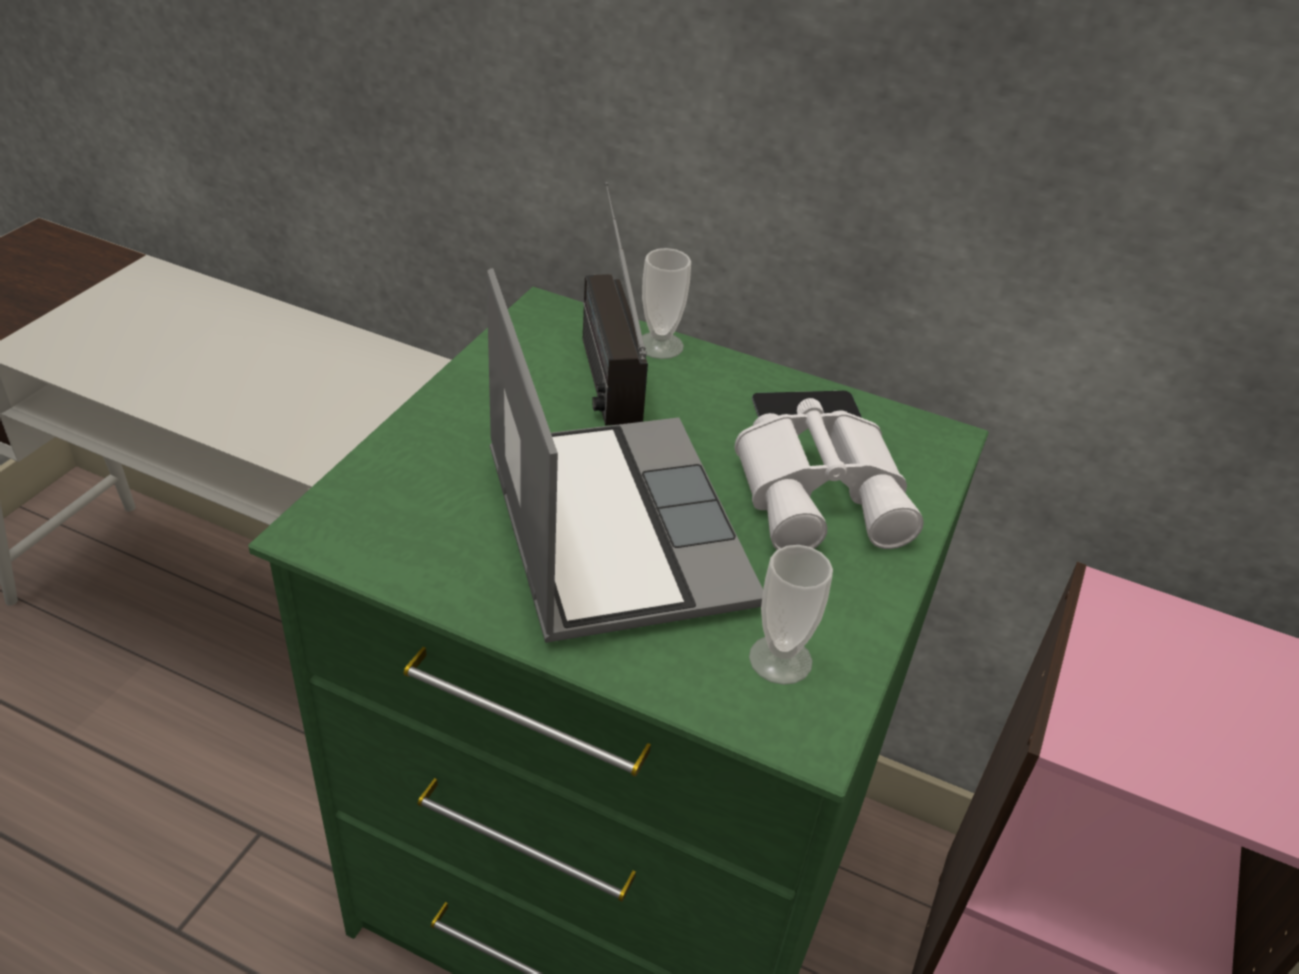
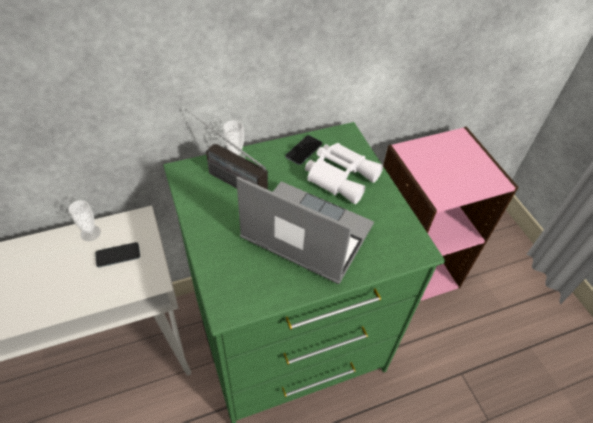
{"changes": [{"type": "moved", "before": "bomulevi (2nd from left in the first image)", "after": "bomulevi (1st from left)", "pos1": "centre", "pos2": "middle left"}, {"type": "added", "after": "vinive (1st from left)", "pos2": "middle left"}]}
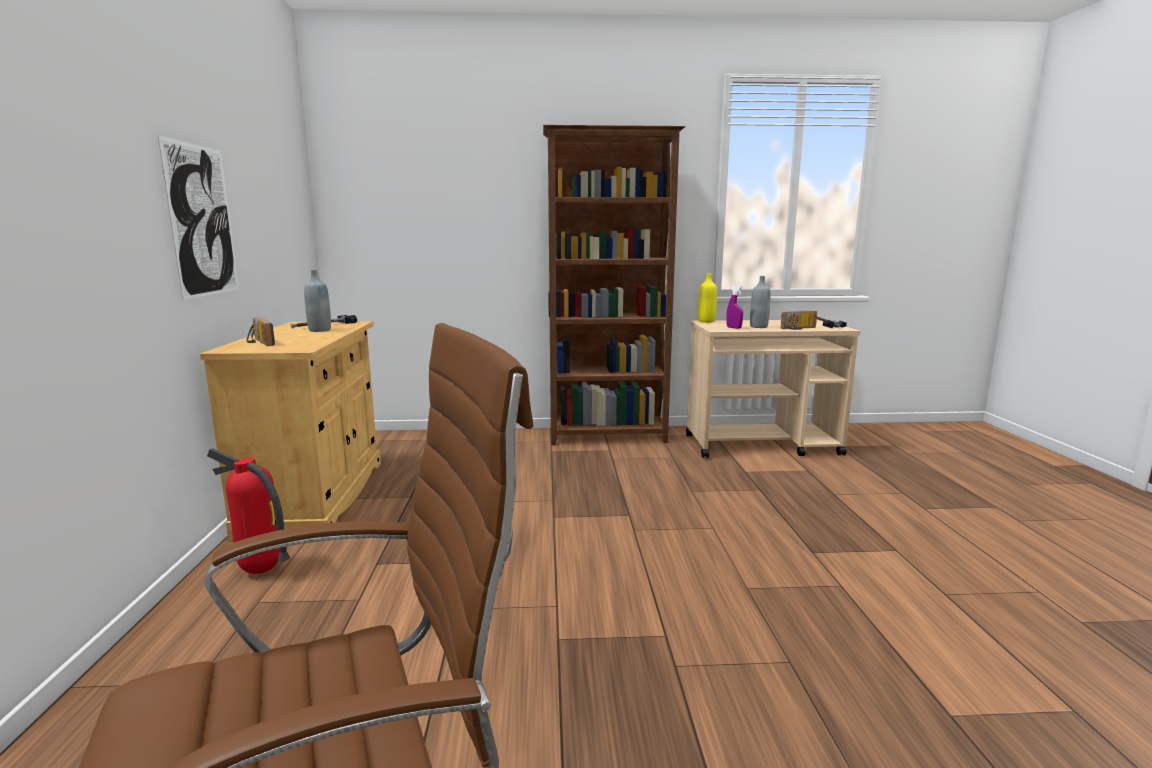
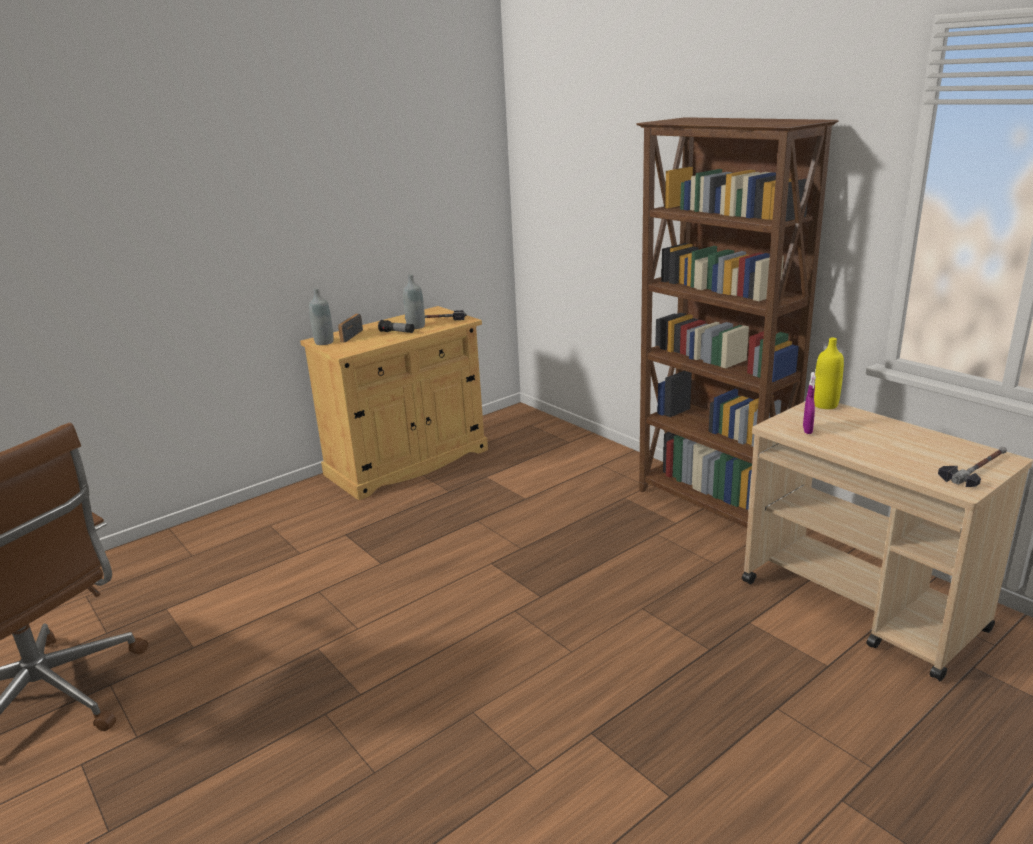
{"changes": [{"type": "removed", "before": "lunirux", "pos1": "top left"}, {"type": "removed", "before": "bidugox", "pos1": "middle left"}, {"type": "moved", "before": "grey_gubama (2nd from left in the first image)", "after": "grey_gubama (1st from left)", "pos1": "centre", "pos2": "middle left"}, {"type": "removed", "before": "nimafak (2nd from left)", "pos1": "middle right"}, {"type": "added", "after": "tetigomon", "pos2": "centre"}]}
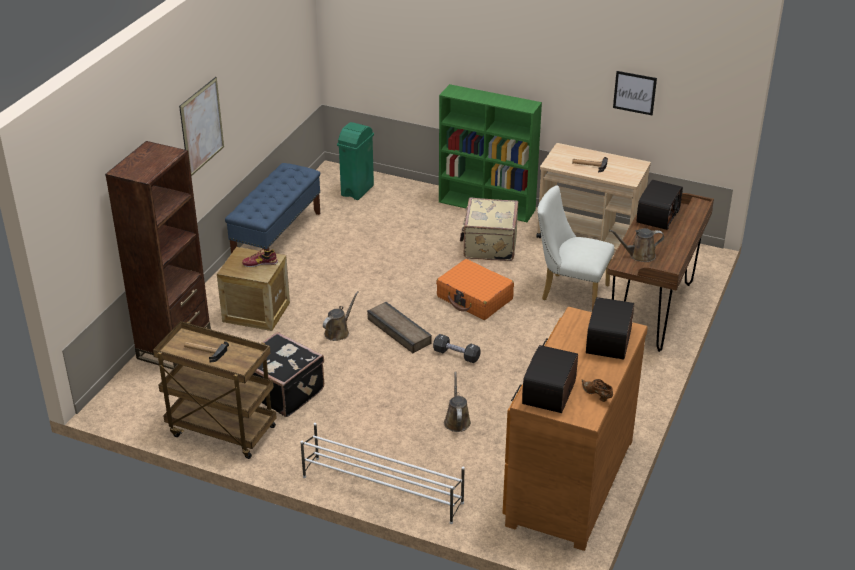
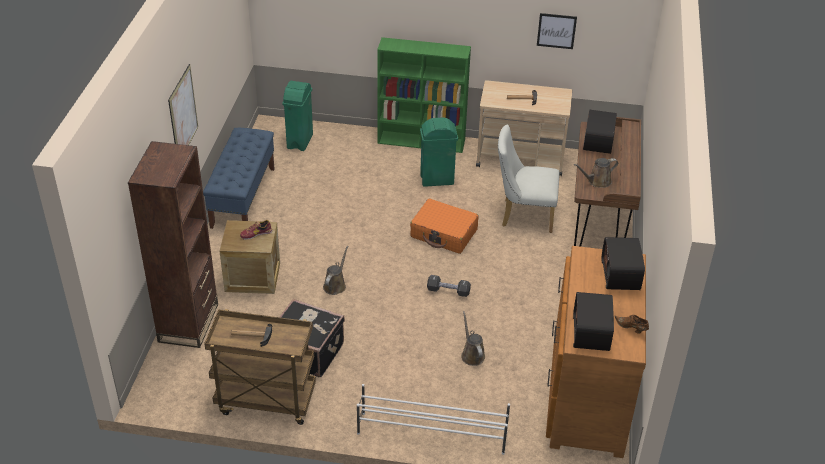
{"changes": [{"type": "removed", "before": "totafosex (2nd from left)", "pos1": "centre"}, {"type": "replaced", "before": "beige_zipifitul", "after": "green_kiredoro (2nd from left)", "pos1": "centre", "pos2": "top centre"}]}
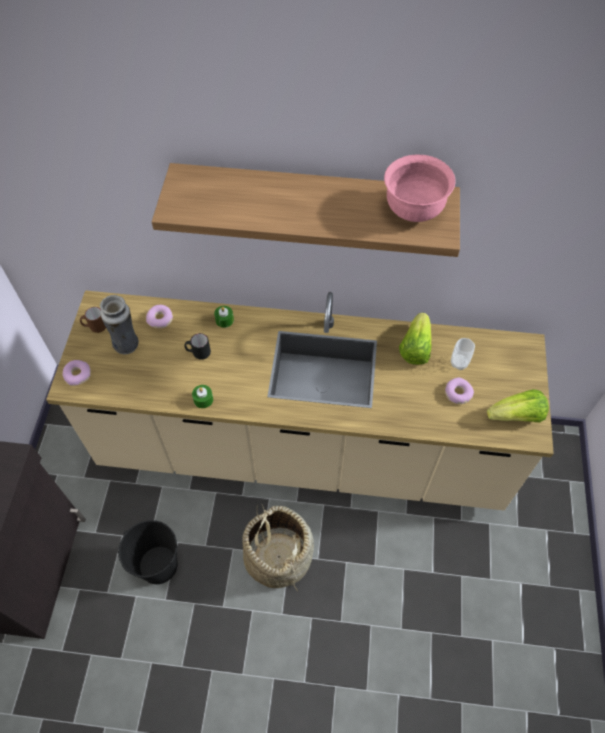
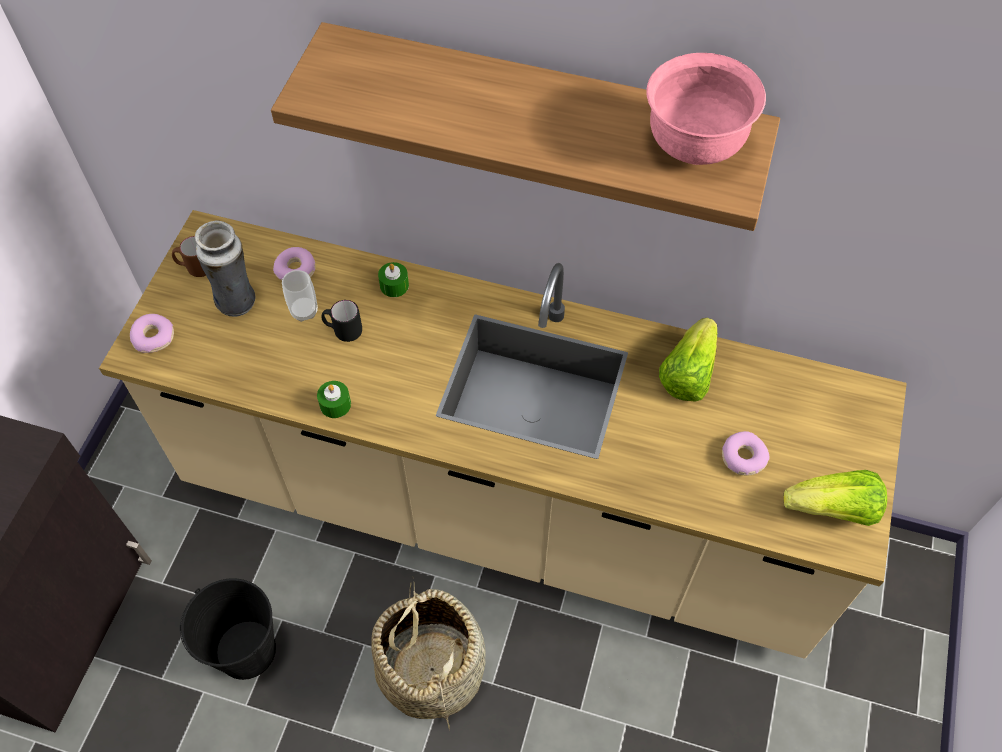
{"changes": [{"type": "moved", "before": "bomulevi", "pos1": "middle right", "pos2": "middle left"}]}
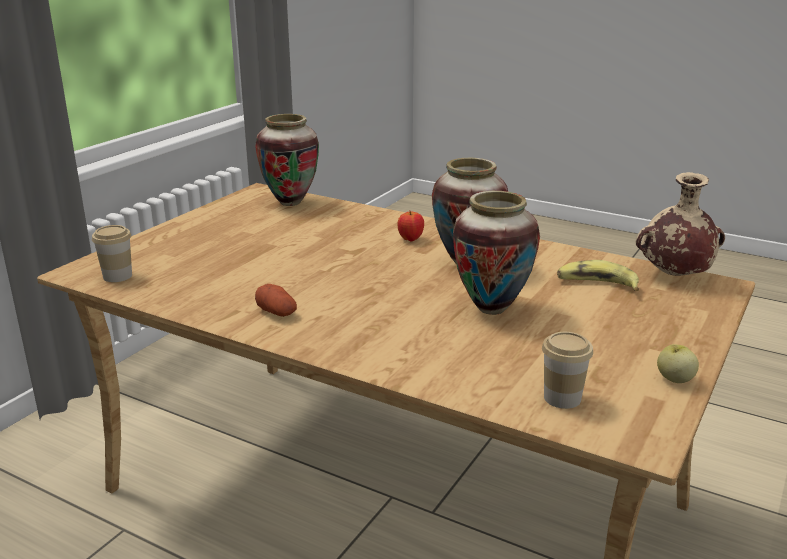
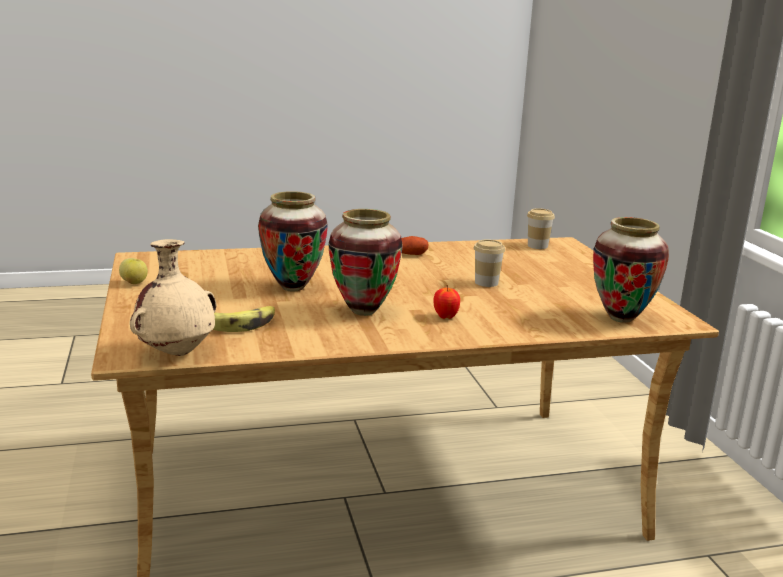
{"changes": [{"type": "moved", "before": "bomulevi (2nd from left in the first image)", "after": "bomulevi (1st from left)", "pos1": "middle right", "pos2": "centre"}]}
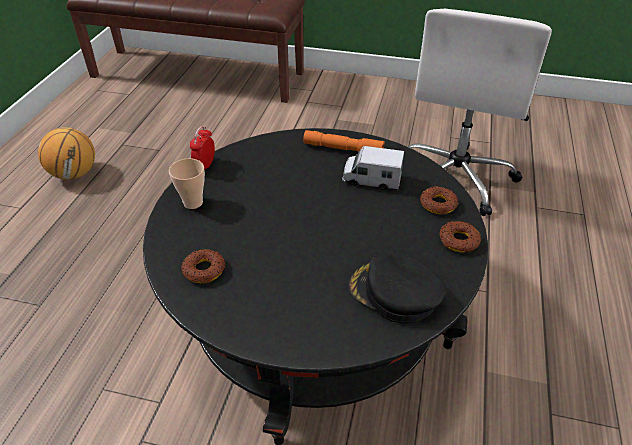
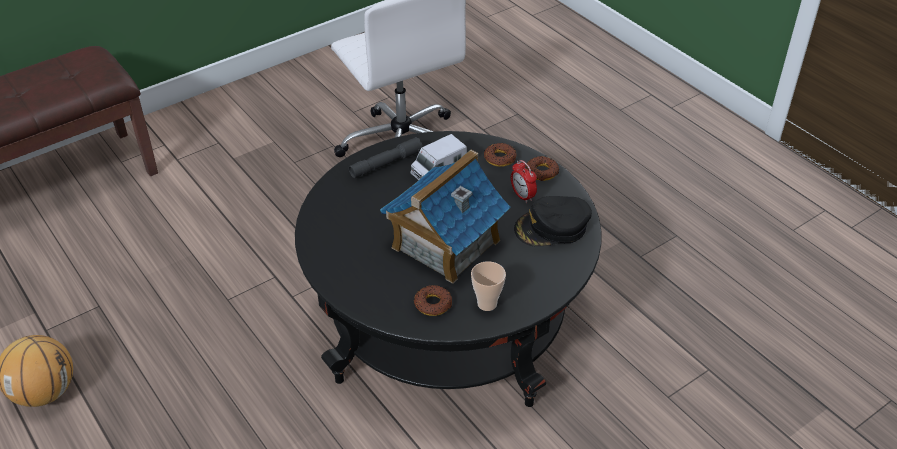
{"changes": [{"type": "moved", "before": "bomulevi", "pos1": "middle left", "pos2": "centre"}, {"type": "moved", "before": "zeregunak", "pos1": "top left", "pos2": "centre"}, {"type": "recoloured", "before": "orange_tetigomon", "after": "grey_tetigomon", "pos1": "top centre", "pos2": "centre"}, {"type": "added", "after": "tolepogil", "pos2": "centre"}]}
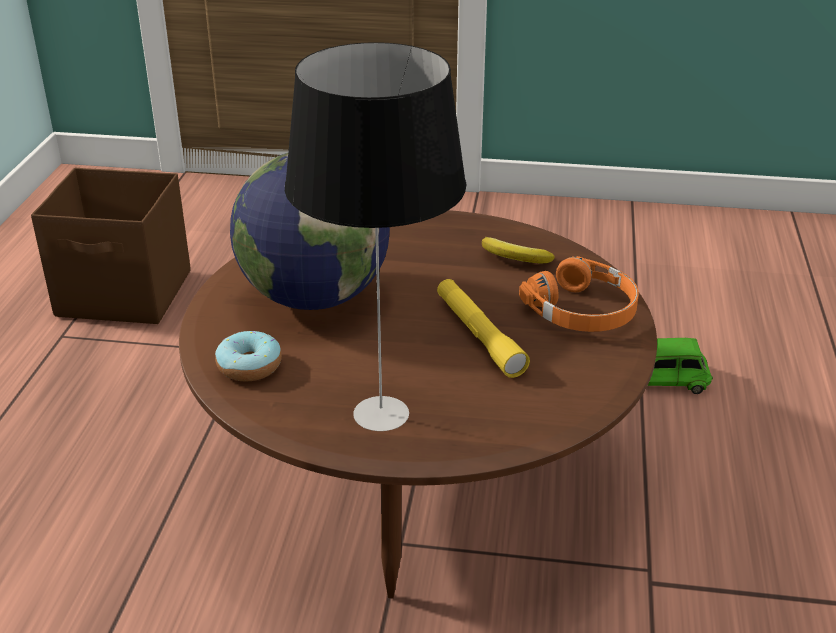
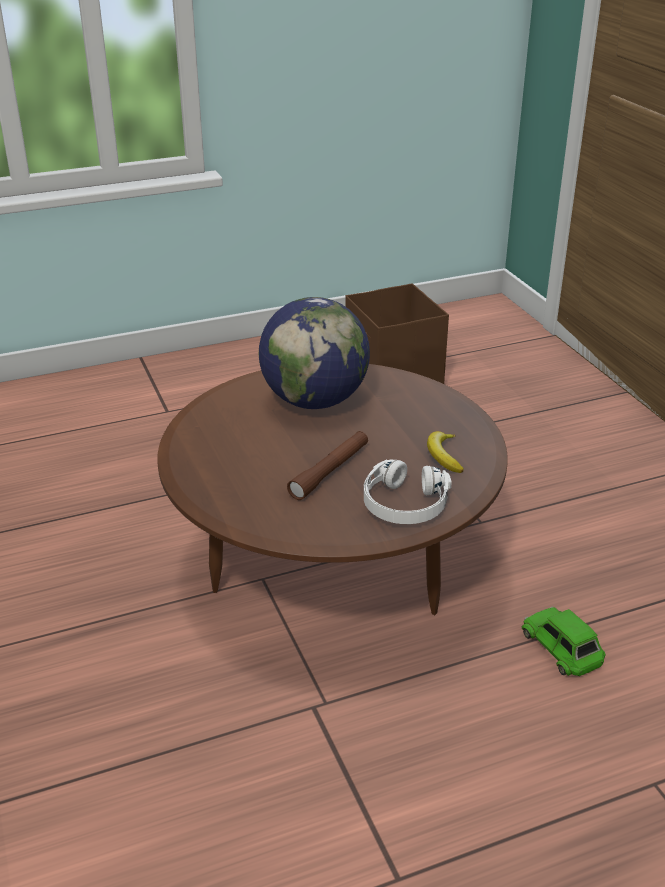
{"changes": [{"type": "removed", "before": "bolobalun", "pos1": "middle left"}, {"type": "removed", "before": "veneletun", "pos1": "centre"}, {"type": "recoloured", "before": "yellow_tetigomon", "after": "brown_tetigomon", "pos1": "centre", "pos2": "centre"}, {"type": "recoloured", "before": "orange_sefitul", "after": "white_sefitul", "pos1": "middle right", "pos2": "centre"}]}
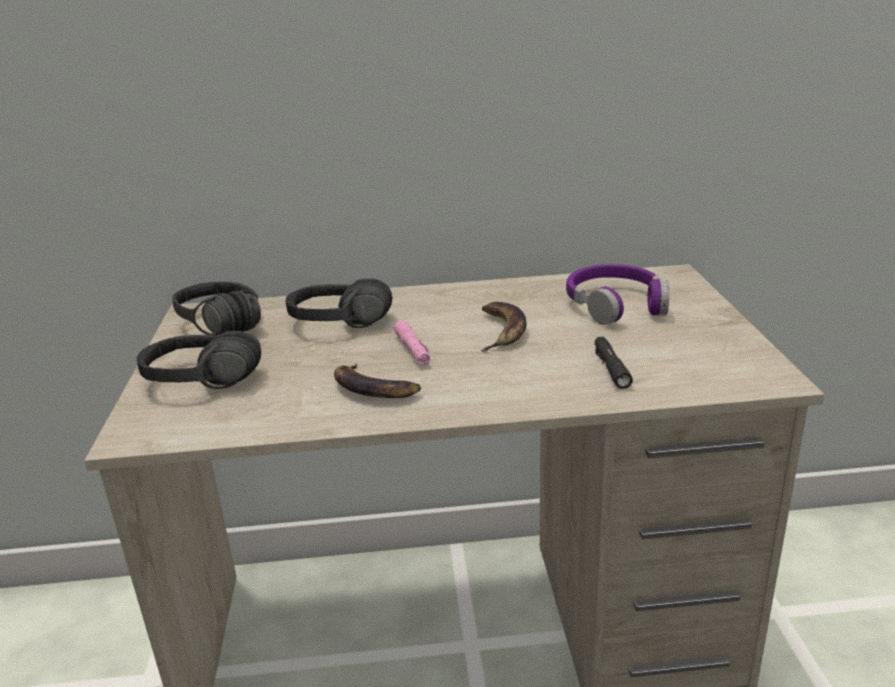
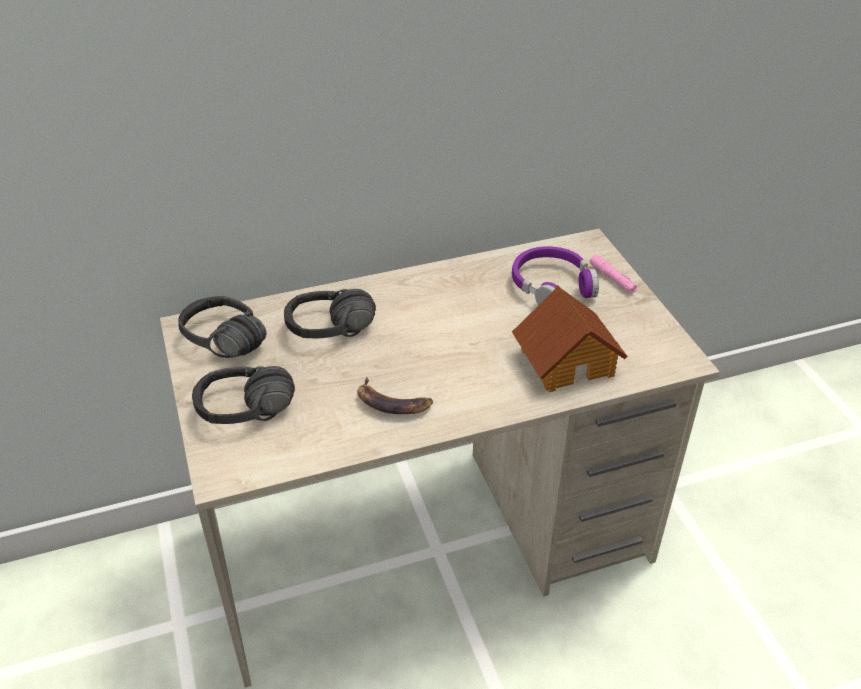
{"changes": [{"type": "moved", "before": "pink_tetigomon", "pos1": "centre", "pos2": "middle right"}, {"type": "removed", "before": "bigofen (2nd from left)", "pos1": "centre"}, {"type": "replaced", "before": "black_tetigomon", "after": "tolepogil", "pos1": "middle right", "pos2": "centre"}]}
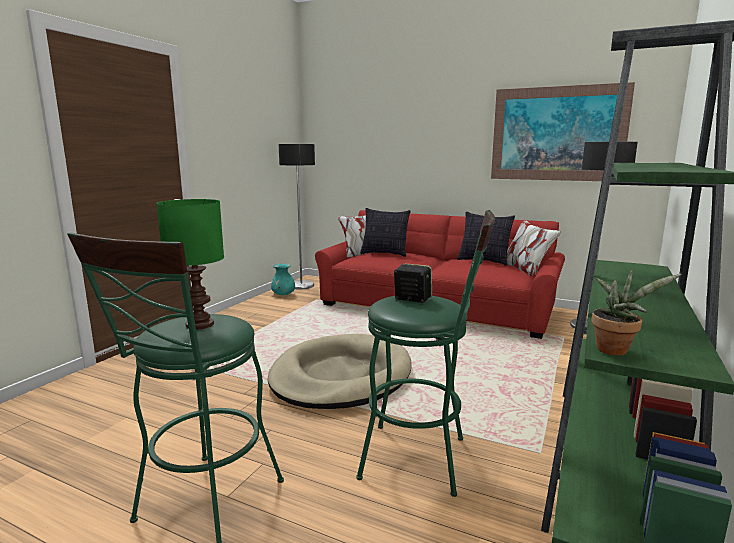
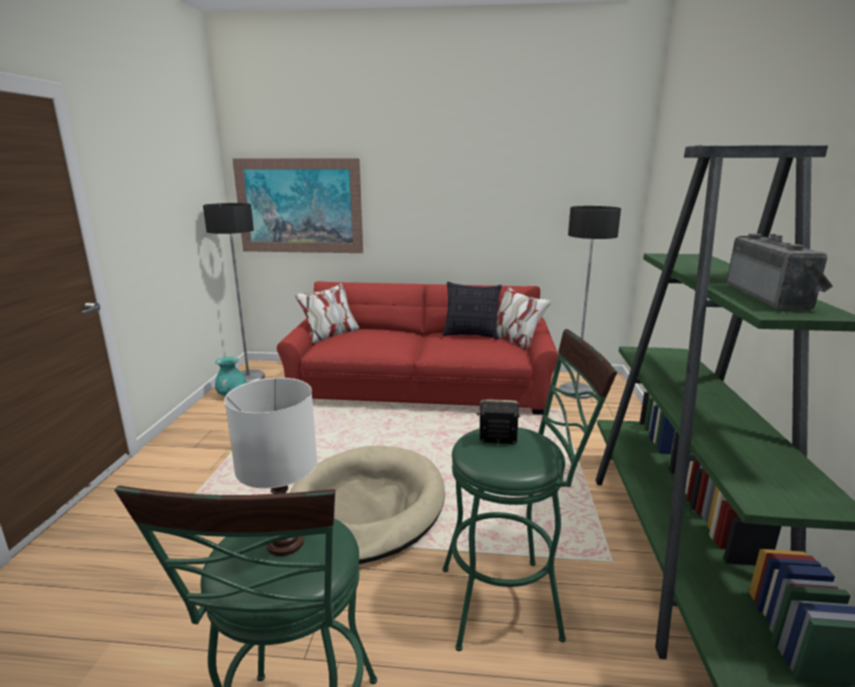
{"changes": [{"type": "recoloured", "before": "green_veneletun", "after": "white_veneletun", "pos1": "middle left", "pos2": "bottom left"}, {"type": "removed", "before": "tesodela (1st from left)", "pos1": "centre"}, {"type": "moved", "before": "lunirux", "pos1": "top right", "pos2": "top centre"}, {"type": "removed", "before": "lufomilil", "pos1": "middle right"}, {"type": "added", "after": "nimafak", "pos2": "middle right"}]}
